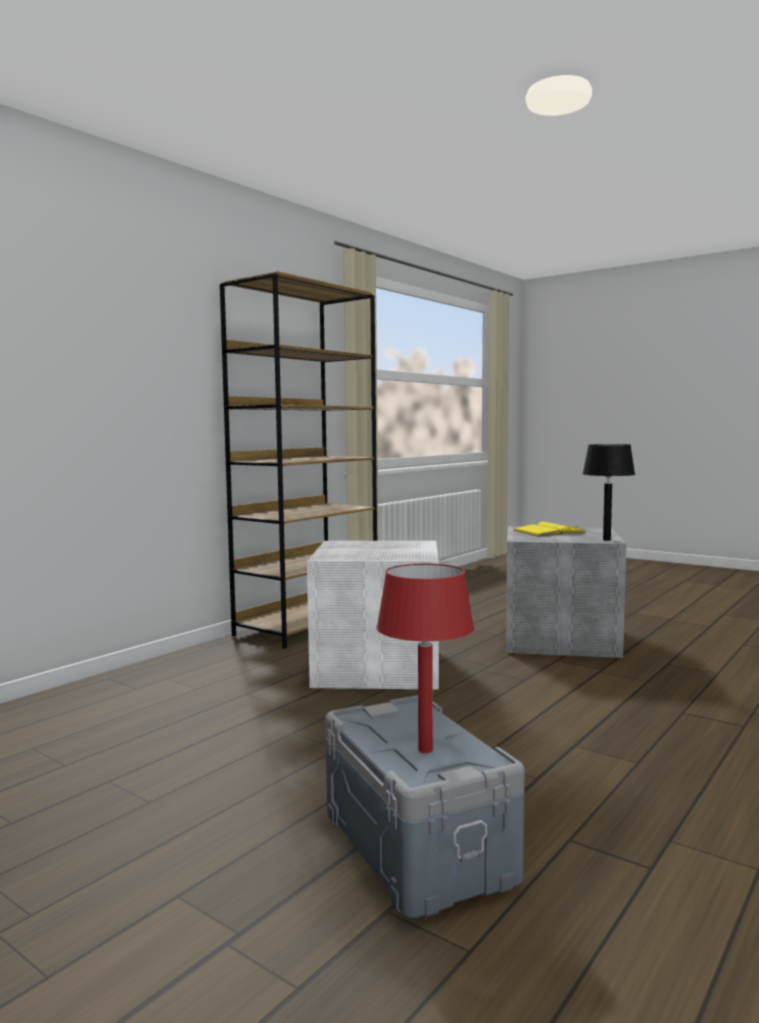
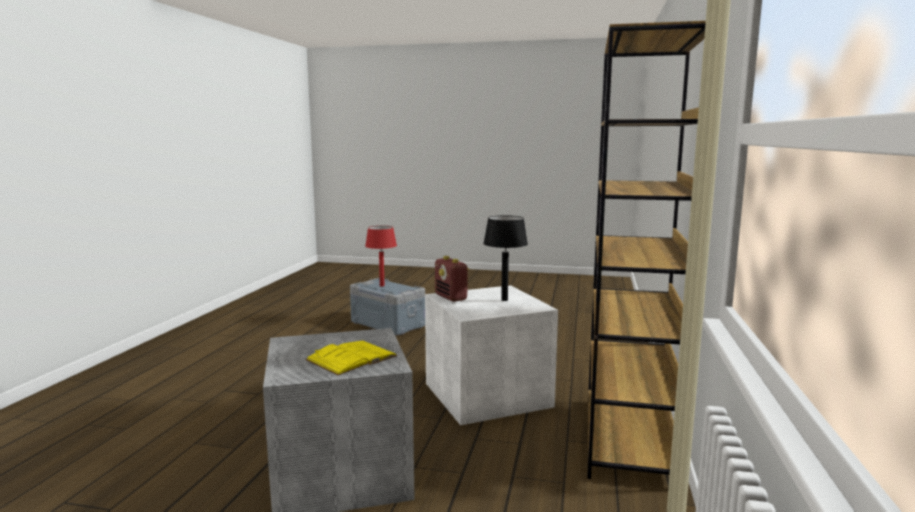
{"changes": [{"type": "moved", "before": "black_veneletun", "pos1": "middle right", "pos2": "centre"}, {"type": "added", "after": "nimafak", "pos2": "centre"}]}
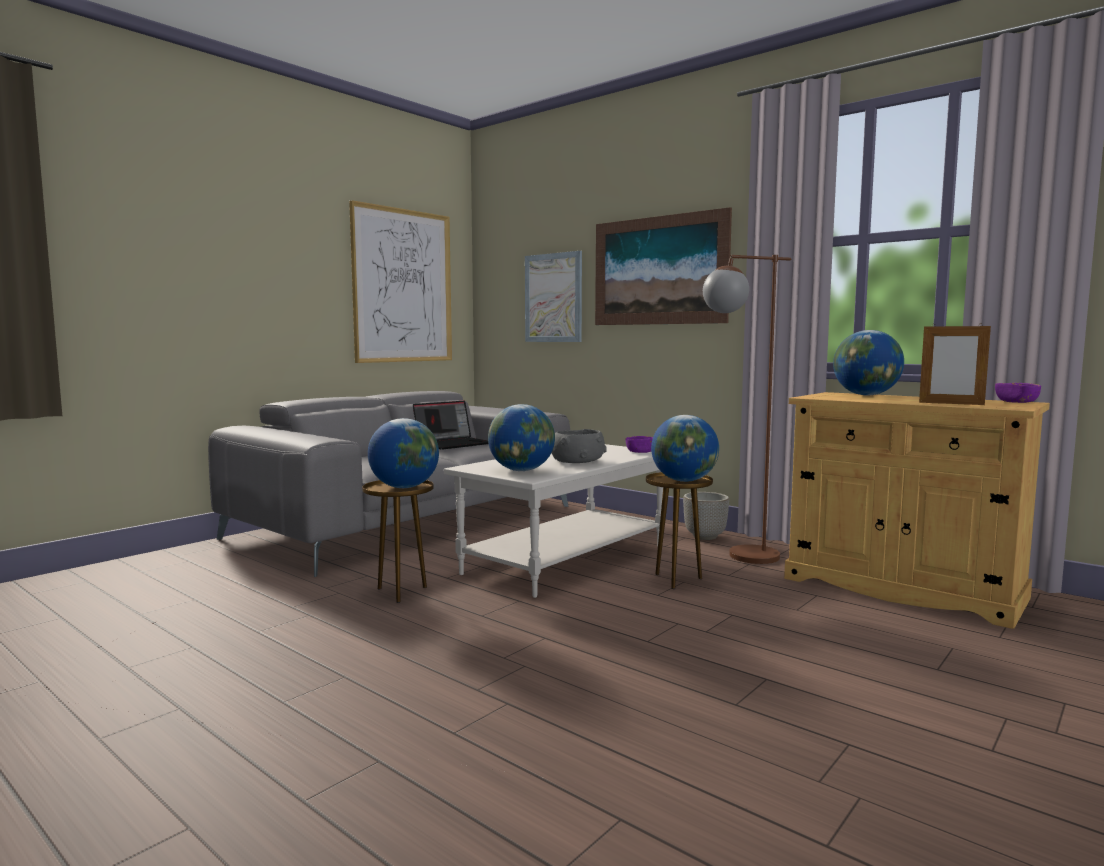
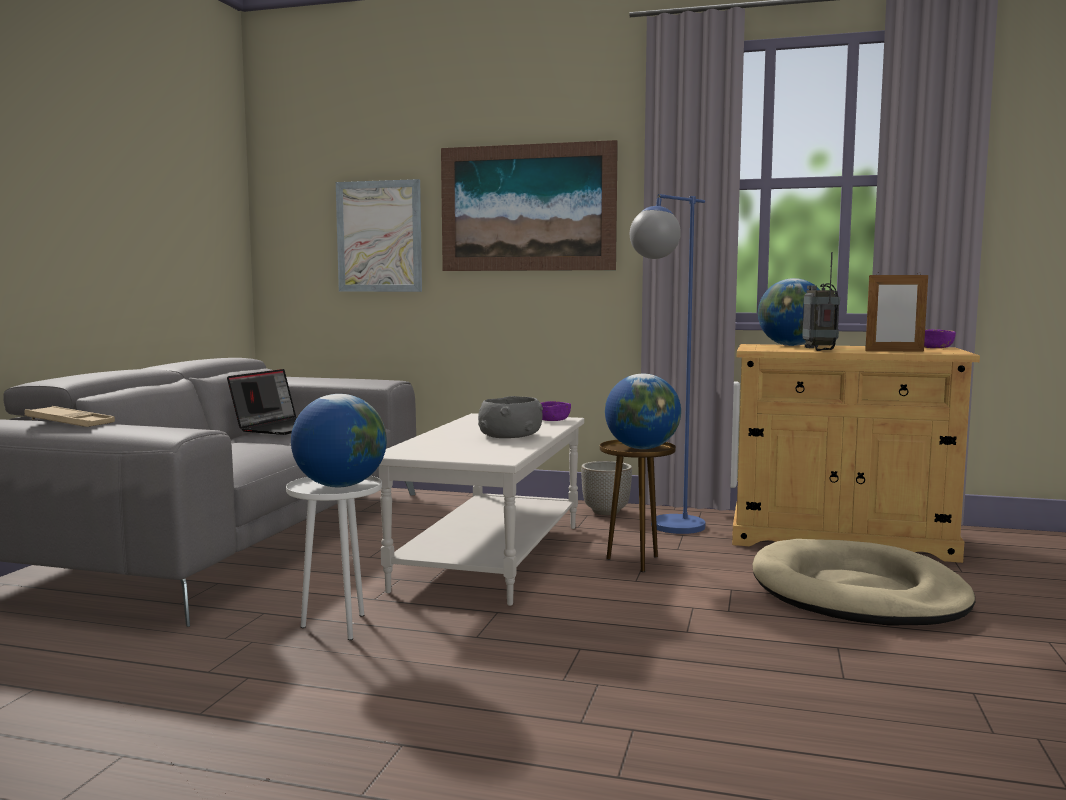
{"changes": [{"type": "removed", "before": "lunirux (1st from left)", "pos1": "top centre"}, {"type": "recoloured", "before": "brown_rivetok (1st from left)", "after": "white_rivetok", "pos1": "centre", "pos2": "bottom left"}, {"type": "removed", "before": "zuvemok (2nd from left)", "pos1": "centre"}, {"type": "recoloured", "before": "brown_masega", "after": "blue_masega", "pos1": "middle right", "pos2": "centre"}, {"type": "added", "after": "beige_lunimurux", "pos2": "middle left"}, {"type": "added", "after": "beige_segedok", "pos2": "bottom right"}, {"type": "added", "after": "nimafak", "pos2": "middle right"}]}
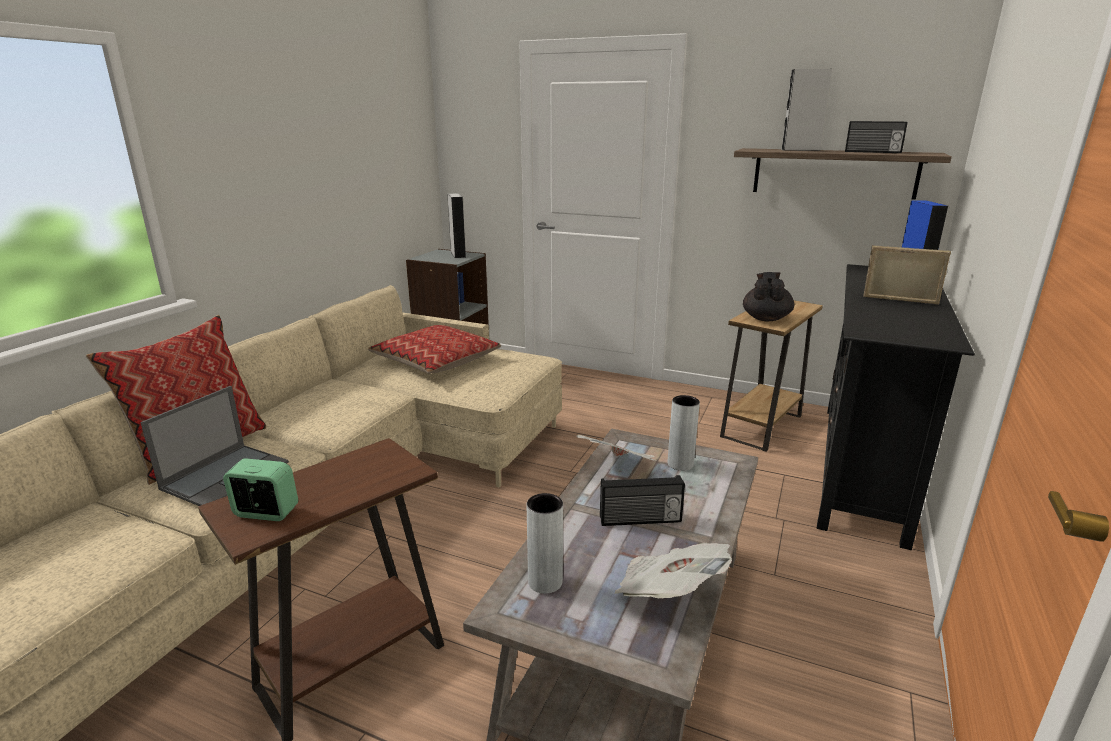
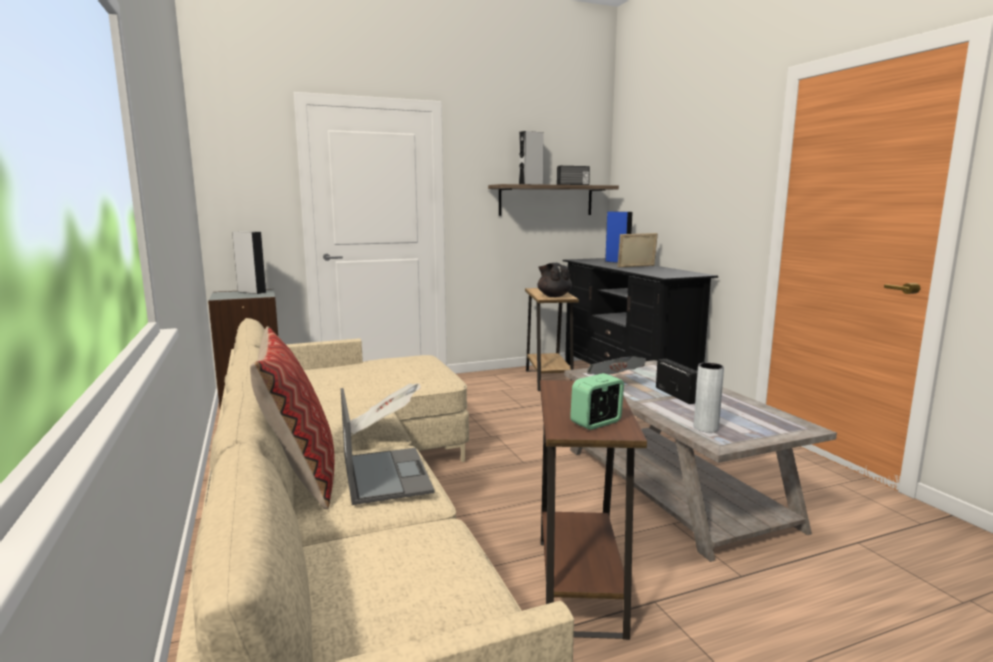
{"changes": [{"type": "removed", "before": "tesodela (2nd from left)", "pos1": "centre"}, {"type": "turned", "before": "nimafak (1st from left in the first image)", "pos1": "bottom centre", "pos2": "middle right", "turn": -60}, {"type": "moved", "before": "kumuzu (2nd from left in the first image)", "after": "kumuzu (1st from left)", "pos1": "bottom centre", "pos2": "centre"}, {"type": "removed", "before": "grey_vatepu (2nd from left)", "pos1": "centre"}]}
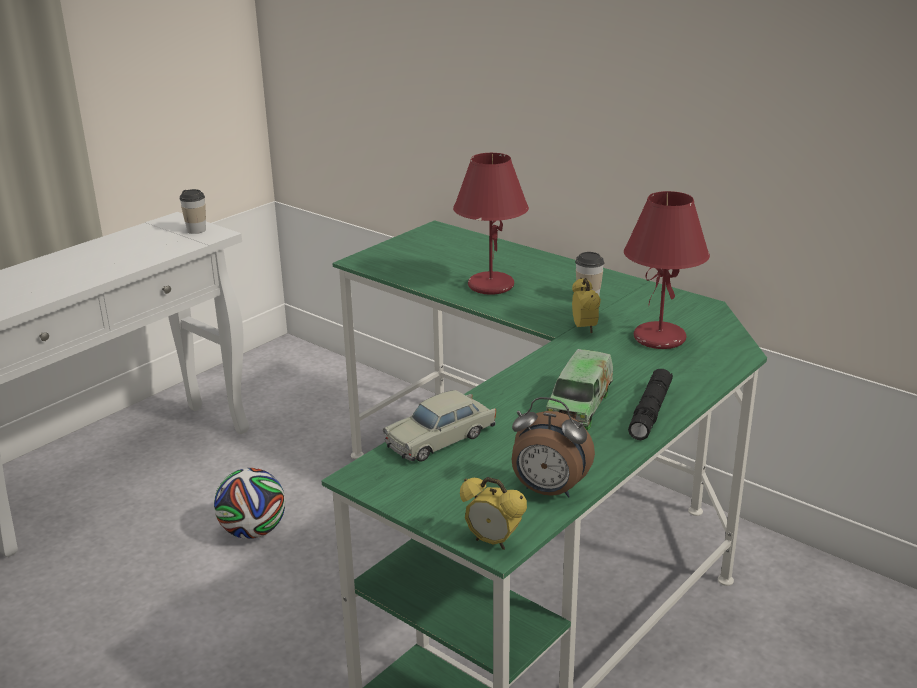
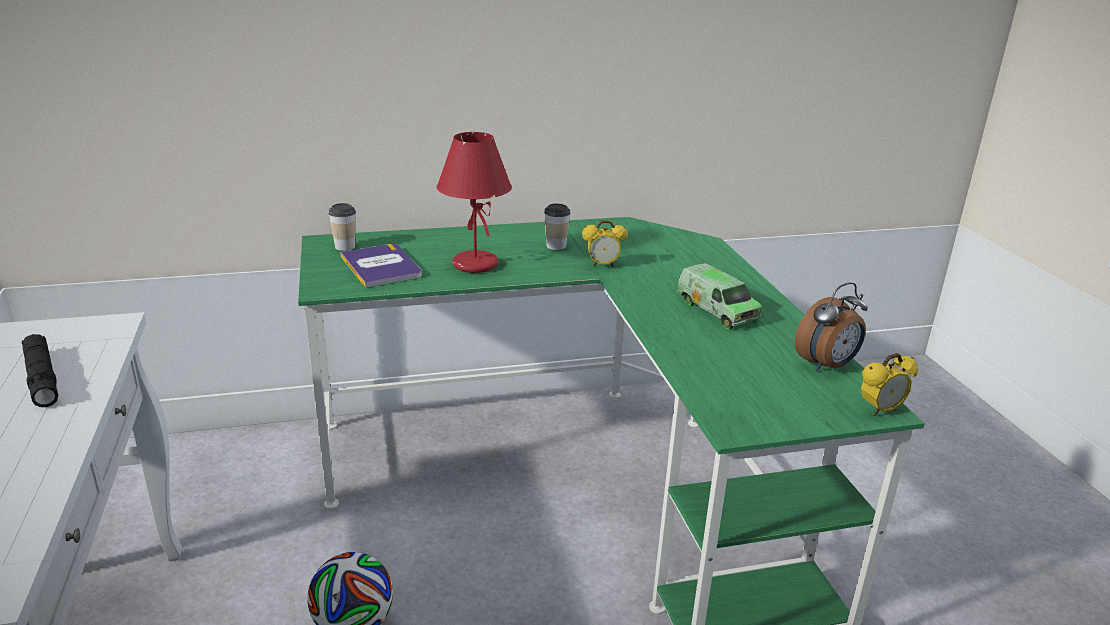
{"changes": [{"type": "moved", "before": "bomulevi (1st from left)", "pos1": "top left", "pos2": "middle left"}, {"type": "removed", "before": "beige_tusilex", "pos1": "centre"}, {"type": "turned", "before": "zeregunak (3rd from left in the first image)", "pos1": "centre", "pos2": "centre", "turn": 150}, {"type": "removed", "before": "red_veneletun (2nd from left)", "pos1": "middle right"}, {"type": "moved", "before": "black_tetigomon", "pos1": "middle right", "pos2": "middle left"}, {"type": "added", "after": "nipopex", "pos2": "centre"}]}
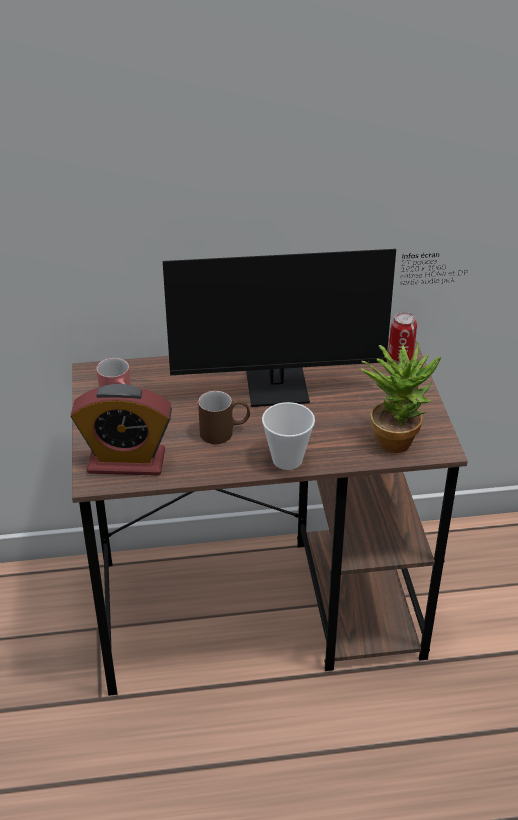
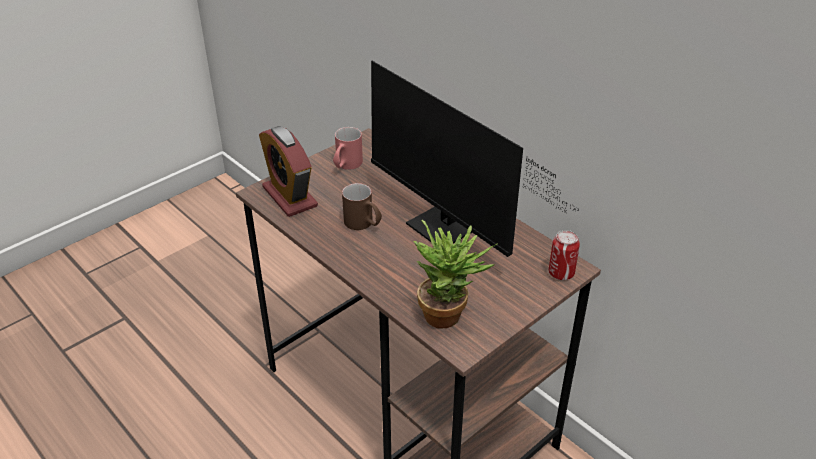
{"changes": [{"type": "removed", "before": "bomulevi", "pos1": "centre"}]}
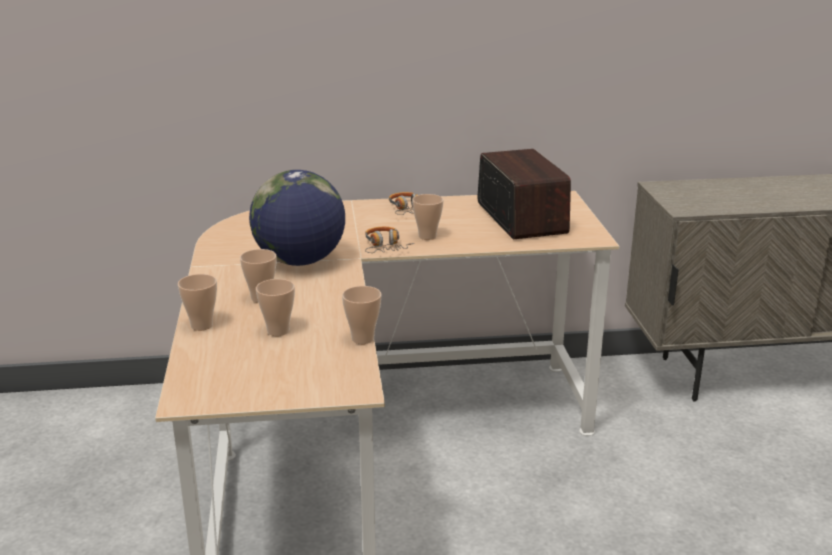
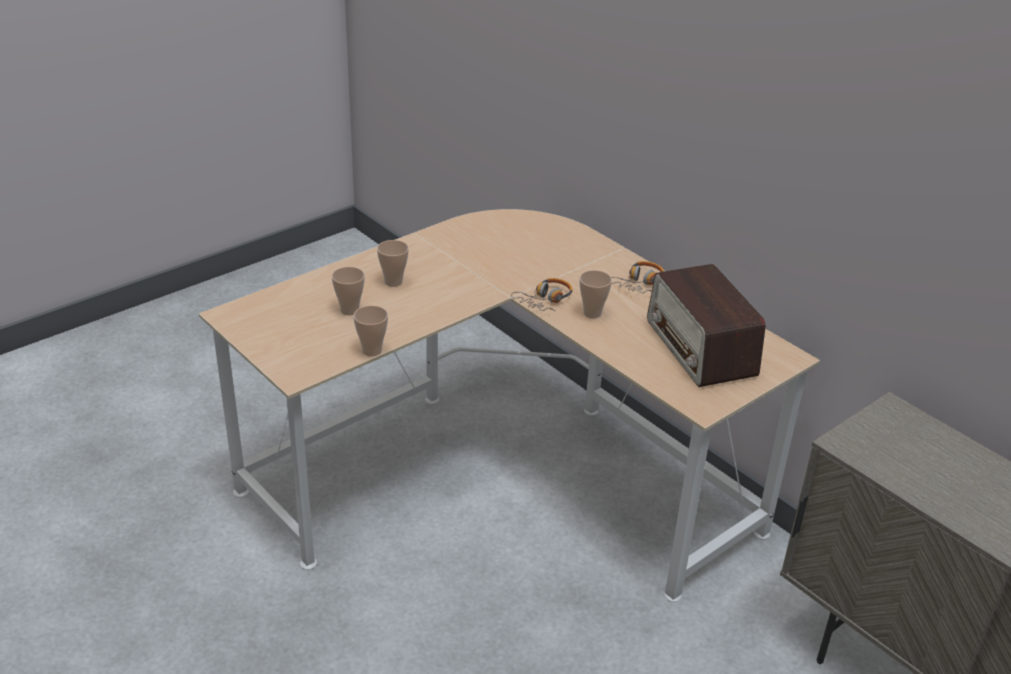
{"changes": [{"type": "removed", "before": "bomulevi (1st from left)", "pos1": "middle left"}, {"type": "removed", "before": "zuvemok", "pos1": "centre"}, {"type": "turned", "before": "nimafak", "pos1": "centre", "pos2": "middle right", "turn": 120}]}
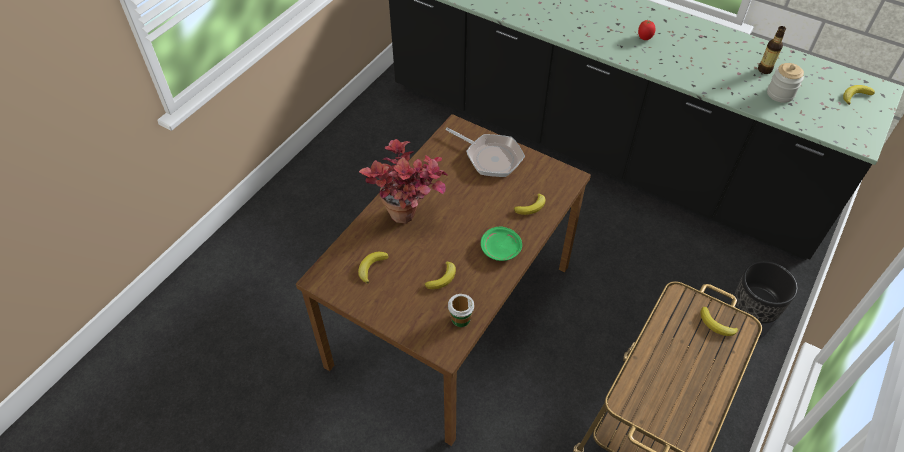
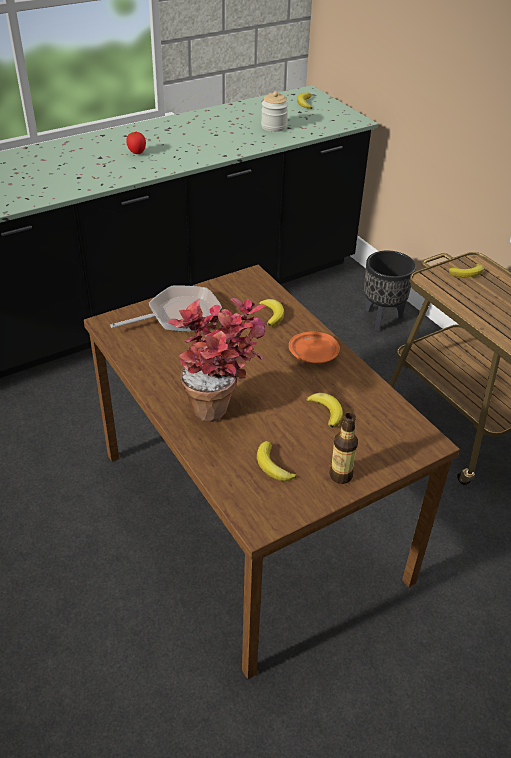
{"changes": [{"type": "removed", "before": "bomulevi", "pos1": "bottom centre"}, {"type": "recoloured", "before": "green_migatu", "after": "orange_migatu", "pos1": "centre", "pos2": "centre"}, {"type": "moved", "before": "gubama", "pos1": "top right", "pos2": "middle right"}]}
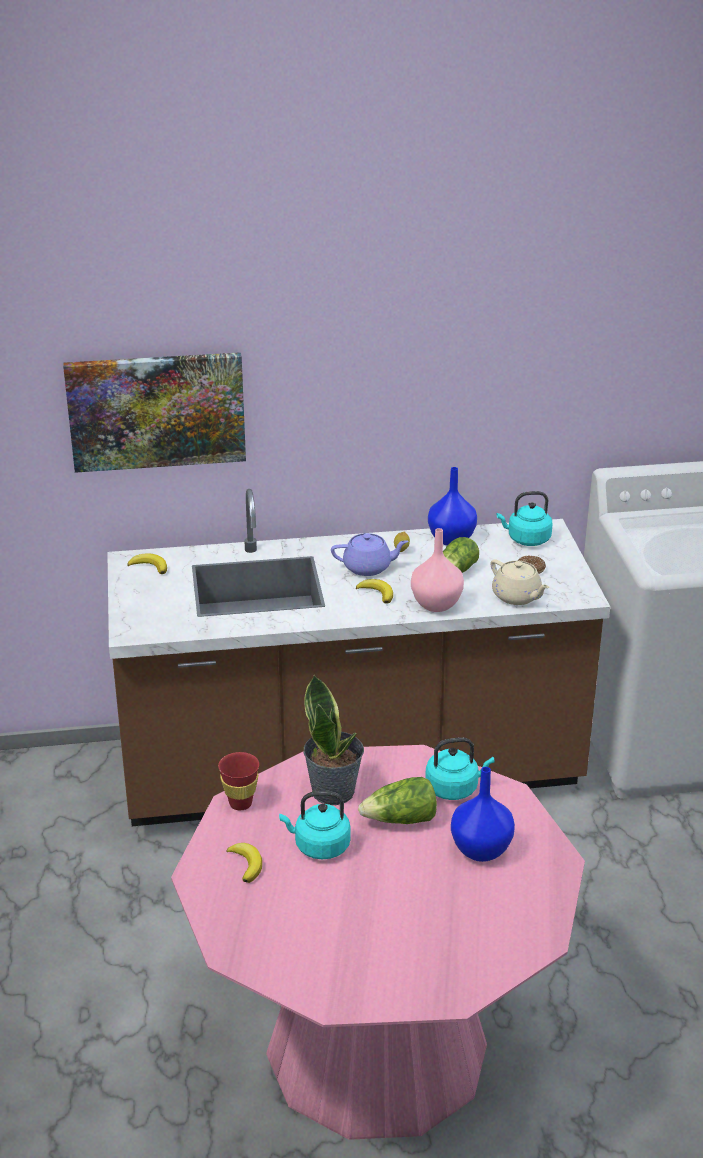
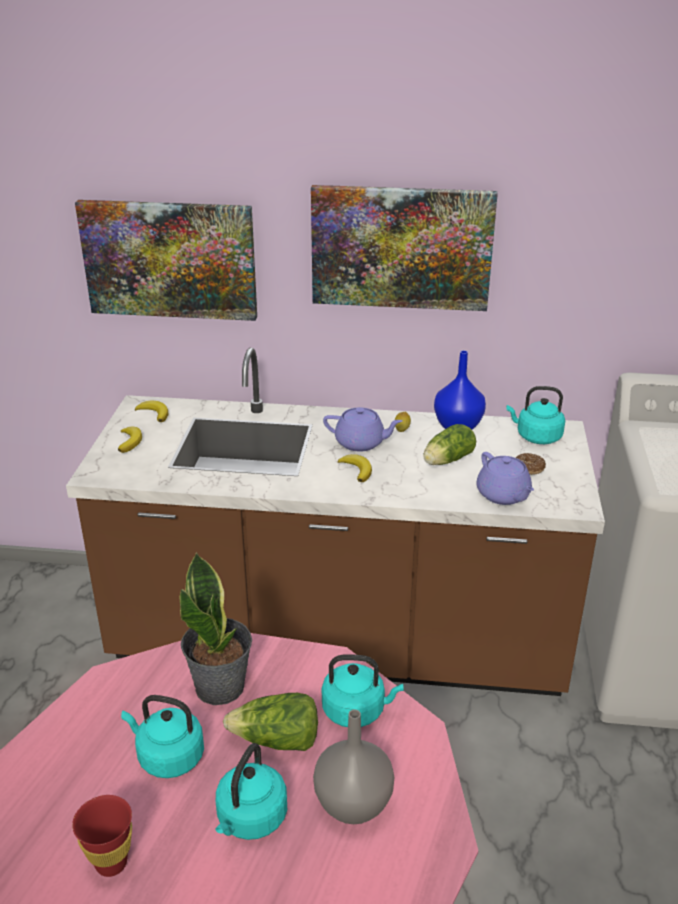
{"changes": [{"type": "moved", "before": "red_bomulevi", "pos1": "bottom centre", "pos2": "bottom left"}, {"type": "moved", "before": "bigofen (2nd from left in the first image)", "after": "bigofen (1st from left)", "pos1": "bottom centre", "pos2": "middle left"}, {"type": "removed", "before": "pink_vatepu", "pos1": "centre"}, {"type": "recoloured", "before": "blue_vatepu (2nd from left)", "after": "grey_vatepu", "pos1": "bottom right", "pos2": "bottom centre"}, {"type": "recoloured", "before": "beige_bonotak", "after": "purple_bonotak (2nd from left)", "pos1": "middle right", "pos2": "middle right"}, {"type": "added", "after": "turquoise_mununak (2nd from left)", "pos2": "bottom centre"}, {"type": "added", "after": "lunirux (2nd from left)", "pos2": "top centre"}]}
